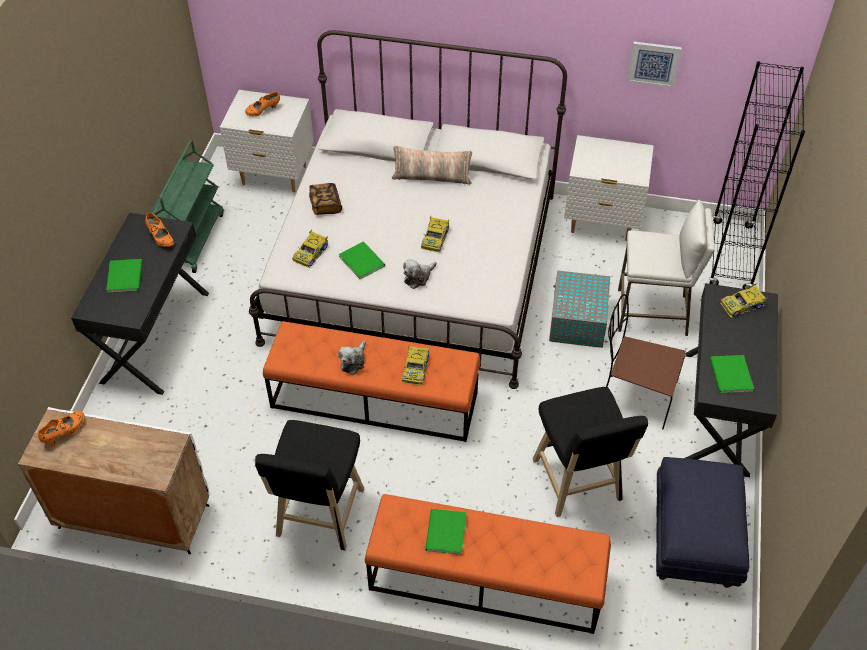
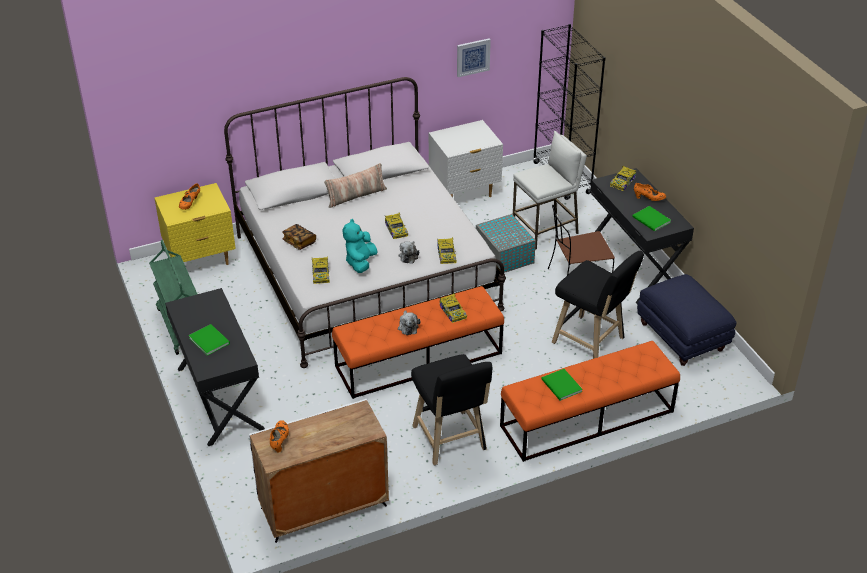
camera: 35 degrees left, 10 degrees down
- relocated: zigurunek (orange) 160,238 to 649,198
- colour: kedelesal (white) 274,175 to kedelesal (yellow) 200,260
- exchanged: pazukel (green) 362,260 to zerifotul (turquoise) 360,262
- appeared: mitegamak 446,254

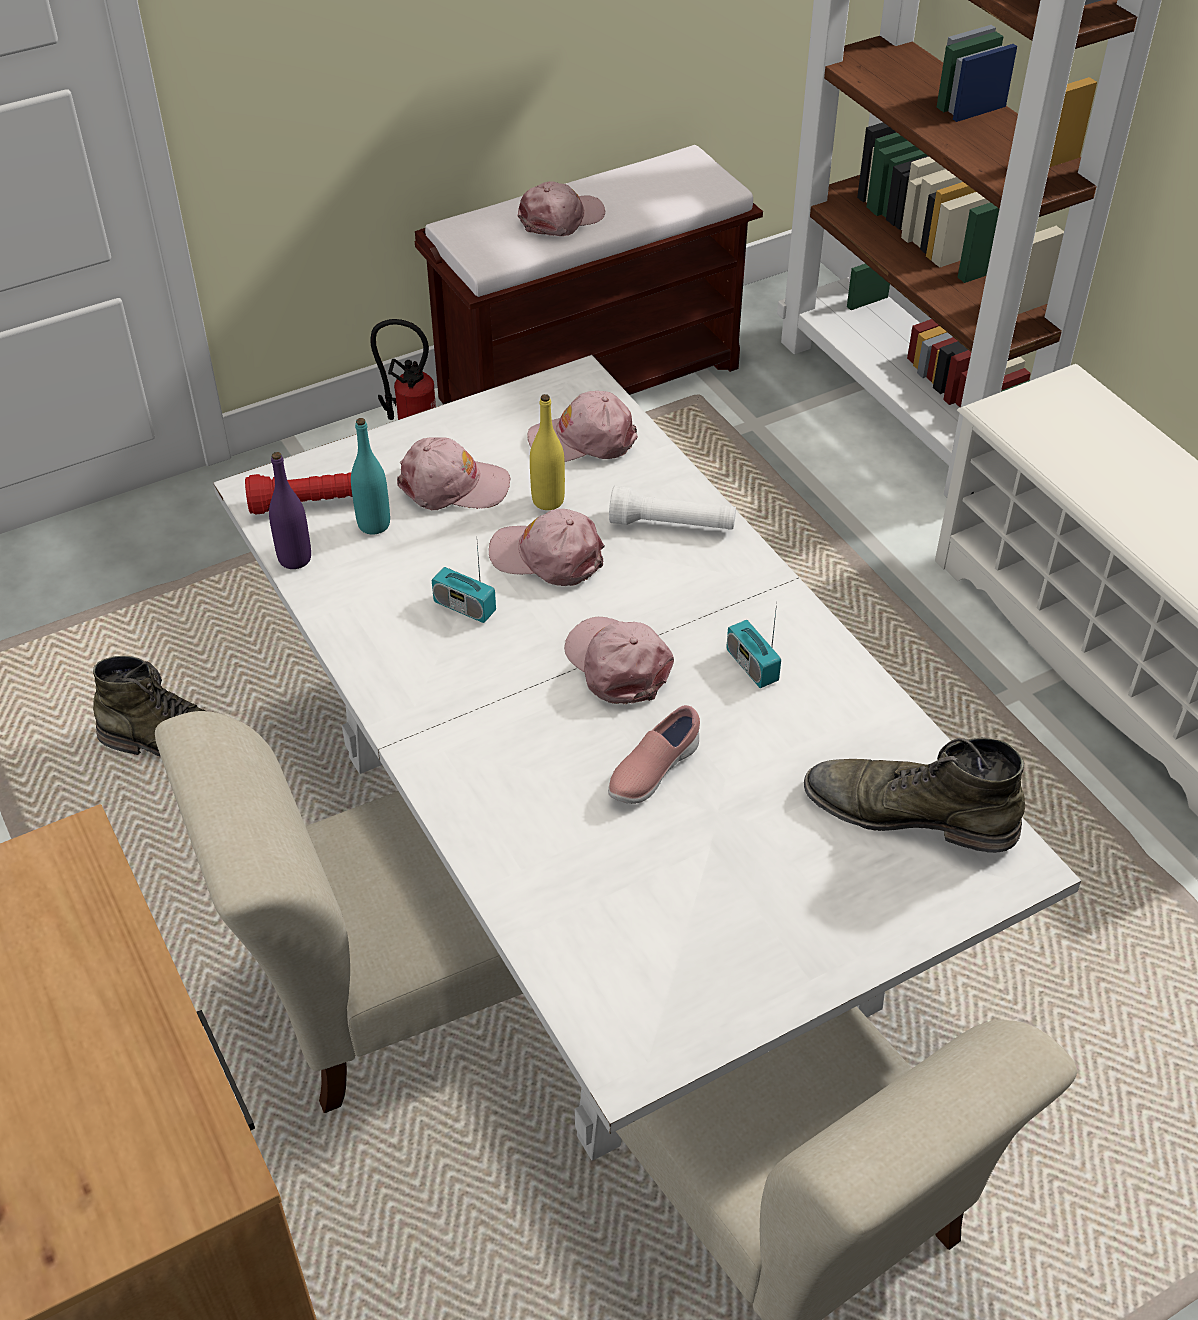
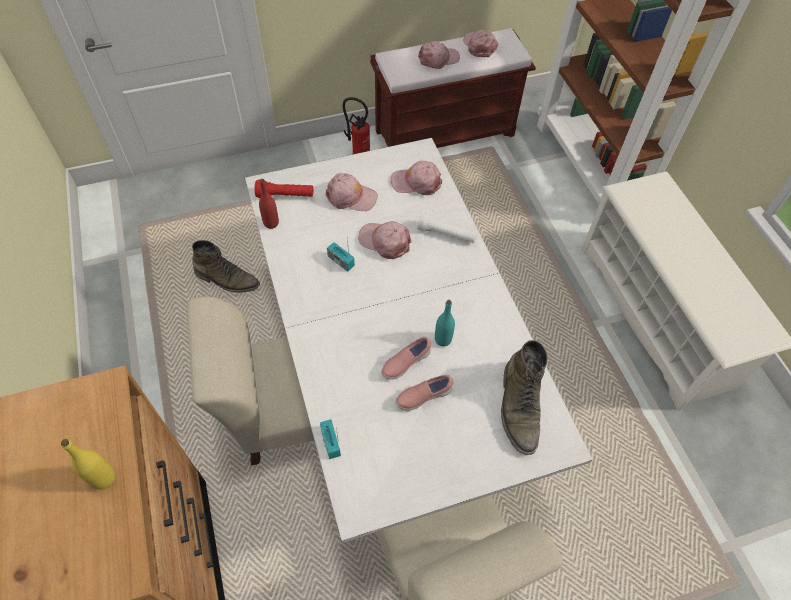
camera: 10 degrees right, 10 degrees up
- colour: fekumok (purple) 295,559 to fekumok (red) 271,223
- relocated: fekumok (turquoise) 374,524 to 443,339
- relocated: fekumok (yellow) 548,501 to 103,478
- relocated: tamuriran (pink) 617,664 to 479,46
- relocated: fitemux 751,666 to 330,442
- spun: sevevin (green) 909,812 = 519,407 120 degrees counterclockwise
- appeared: zigurunek (pink) 423,396

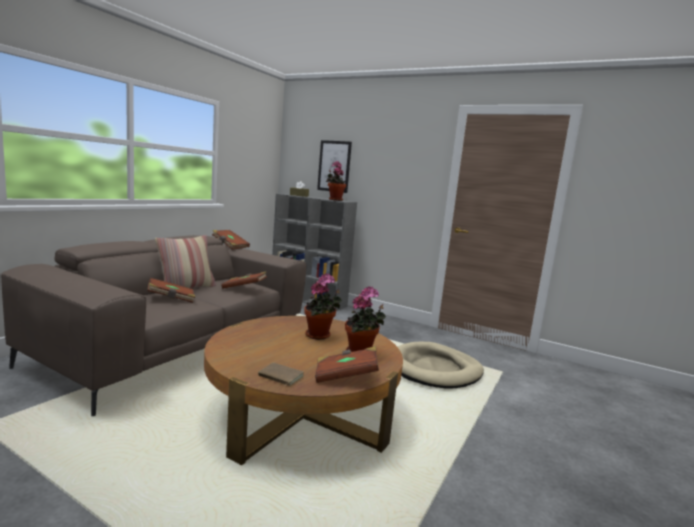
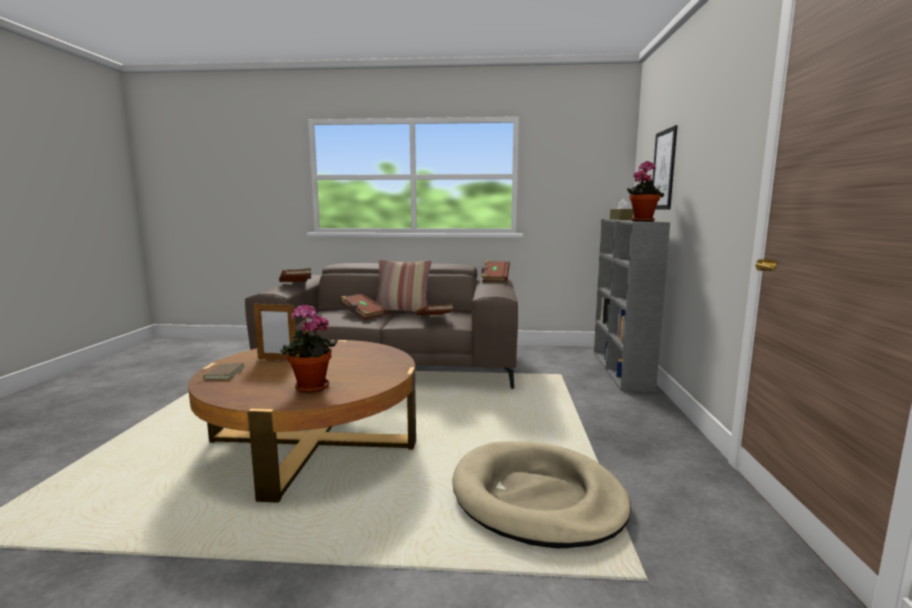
camera: 65 degrees right, 0 degrees up
- missing: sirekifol 320,336
- relocated: pazukel (brown) 345,376 to 296,284
- appeared: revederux 277,359

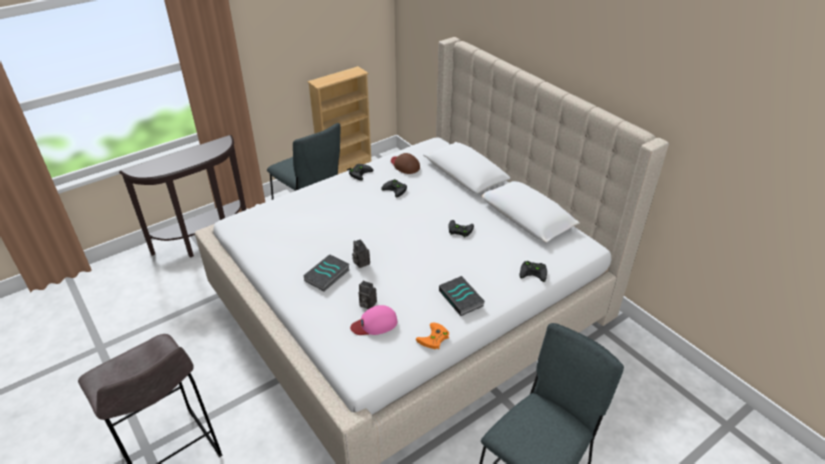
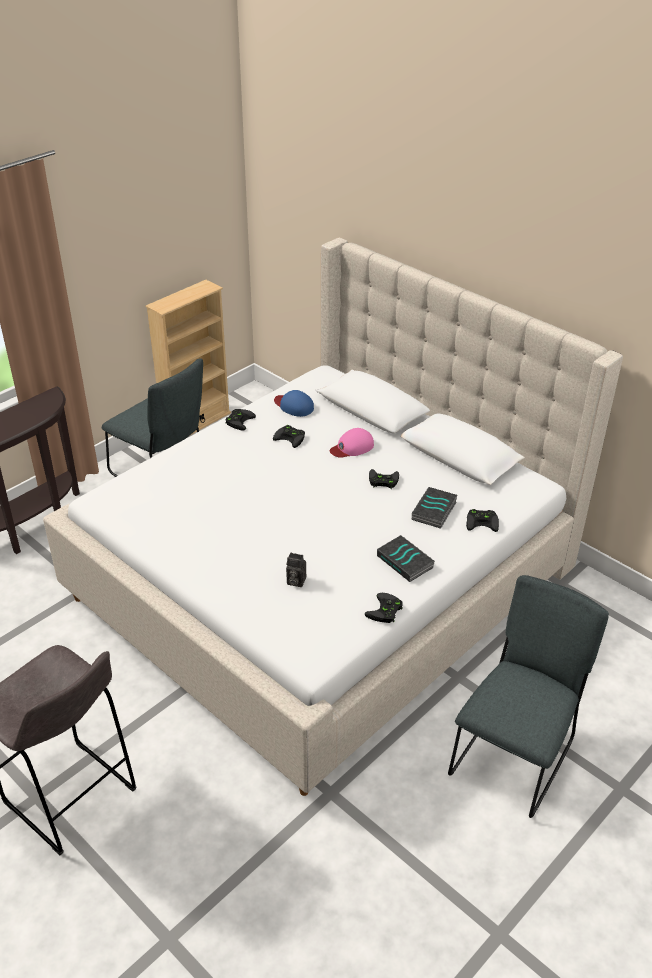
camera: 10 degrees left, 0 degrees up
- relocated: pazukel 327,276 to 435,511
- relocated: tamuriran (pink) 375,324 to 352,447
- missing: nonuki 360,262
- colour: tamuriran (brown) 404,165 to tamuriran (blue) 293,406
- colour: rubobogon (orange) 434,339 to rubobogon (black) 385,611

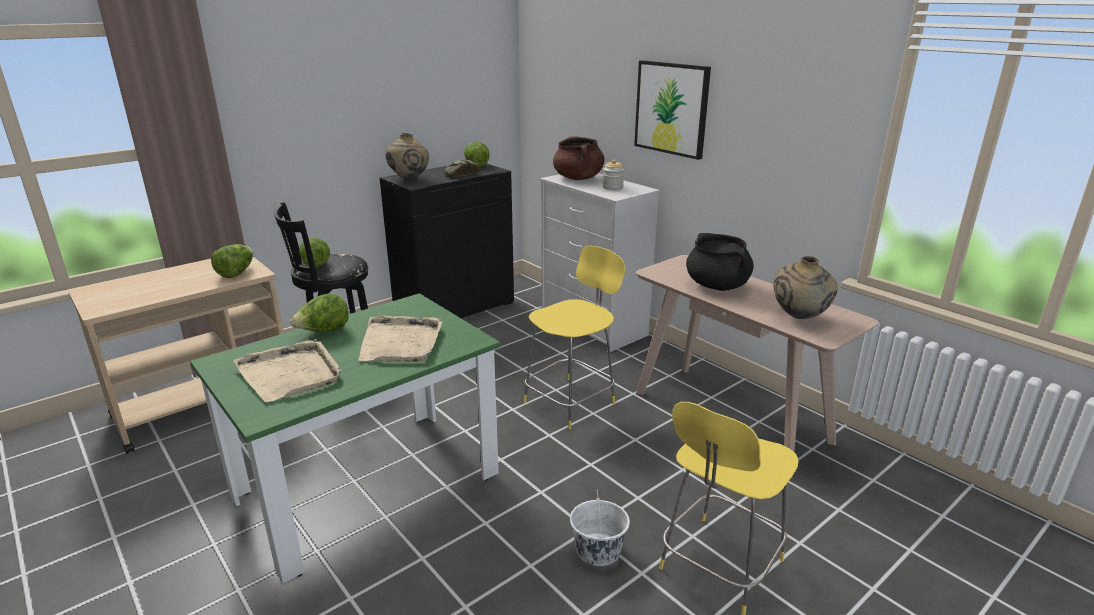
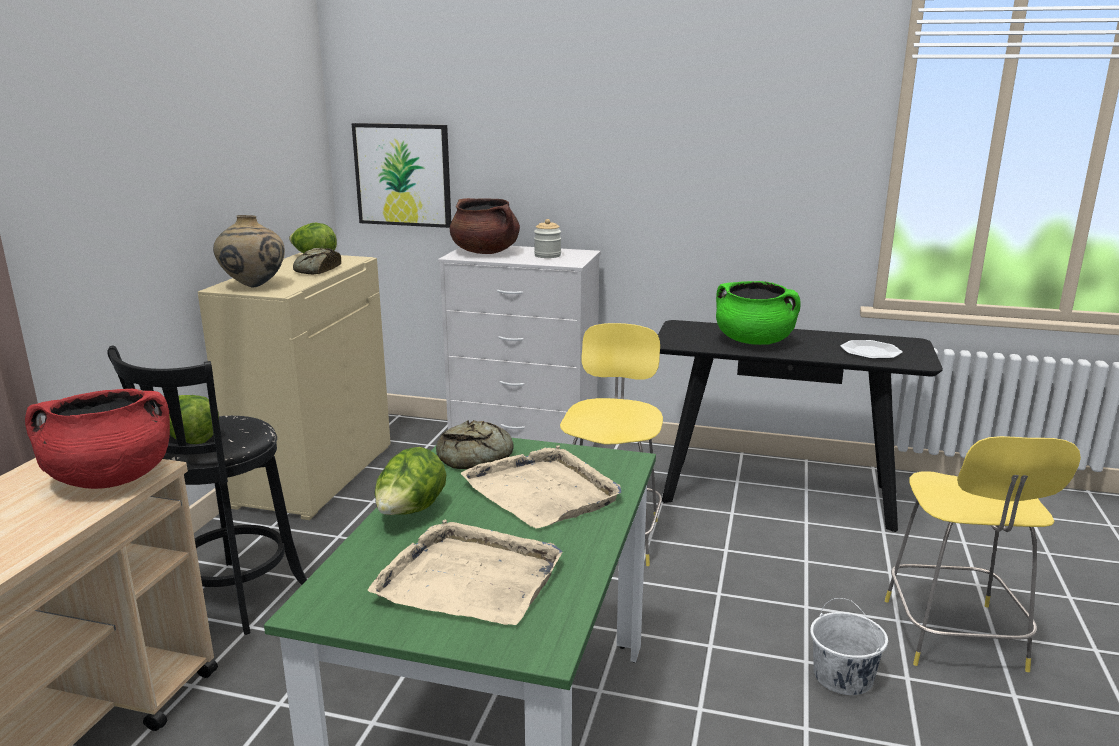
camera: 35 degrees left, 5 degrees down
- exchanged: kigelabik 236,273 to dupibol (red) 111,478
- colour: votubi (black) 454,307 to votubi (beige) 314,475
- relocated: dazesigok 671,108 to 403,175
- colour: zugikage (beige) 730,416 to zugikage (black) 777,493
- colour: dupibol (black) 717,286 to dupibol (green) 754,341
- exchanged: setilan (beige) 799,317 to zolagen 870,351
- appeared: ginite 476,456

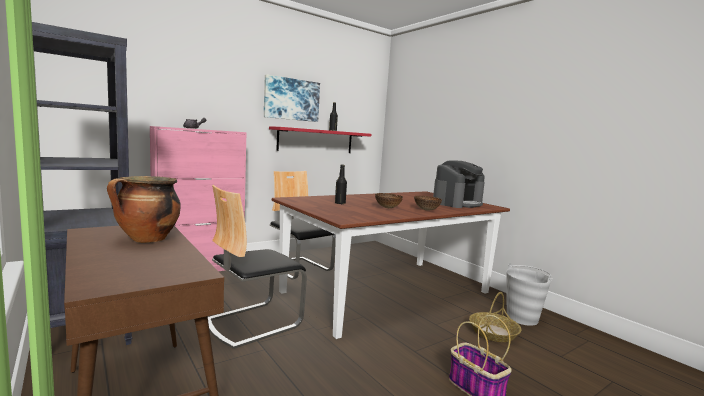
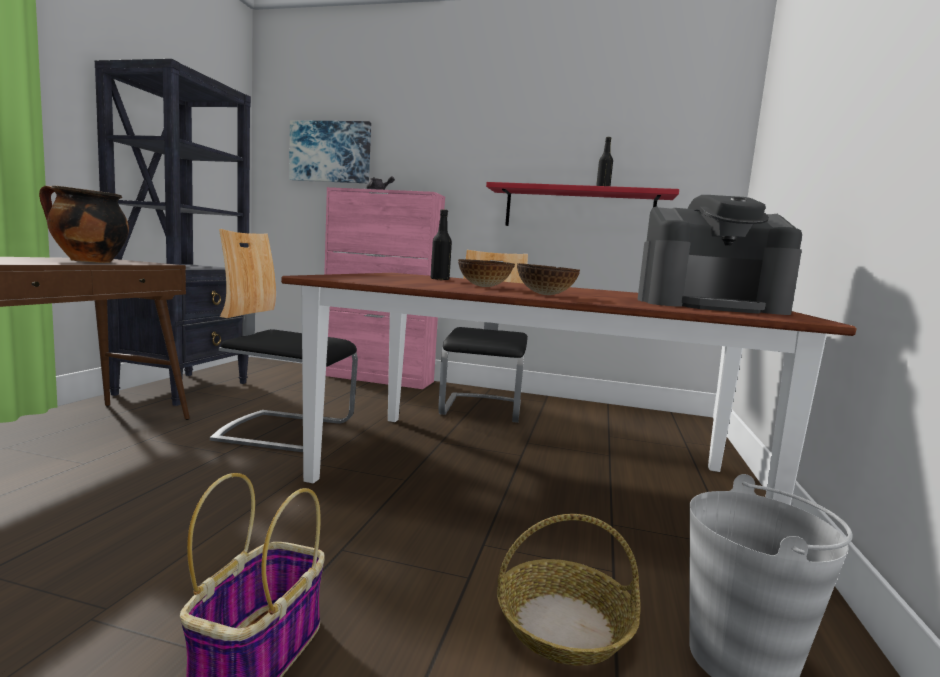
camera: 50 degrees right, 0 degrees up
- relocated: dazesigok 291,99 to 330,152

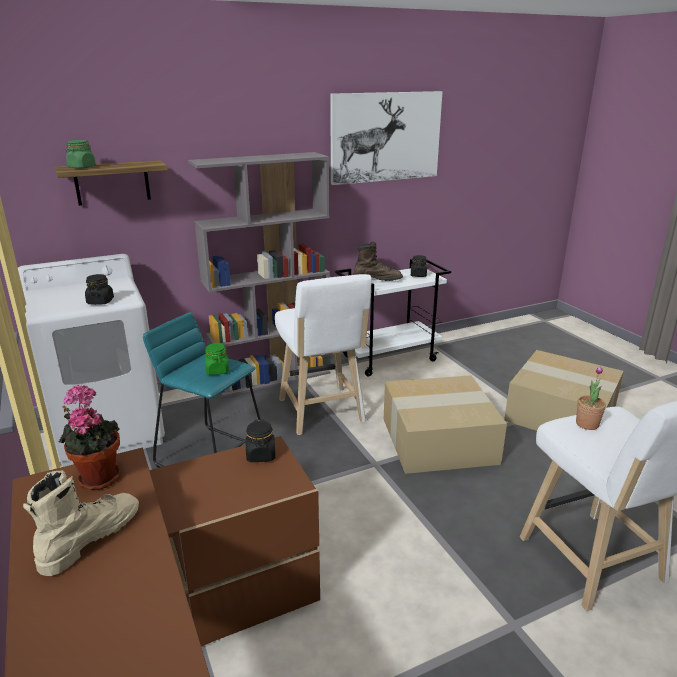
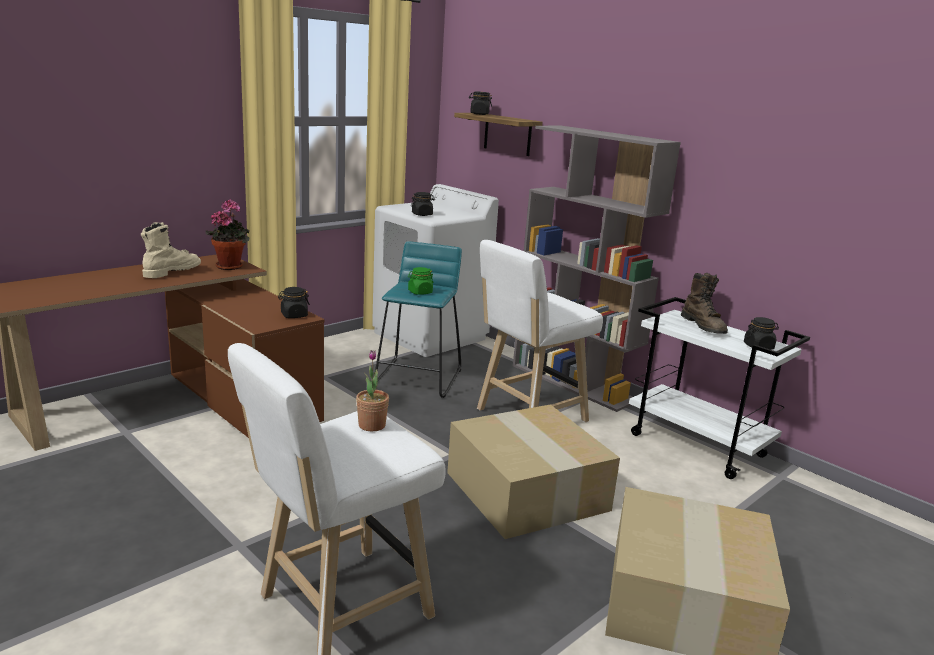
camera: 70 degrees right, 5 degrees down
- spun: sevevin (beige) 90,538 = 171,272 75 degrees counterclockwise
- colour: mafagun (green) 81,167 to mafagun (black) 479,114
- missing: dazesigok 386,137

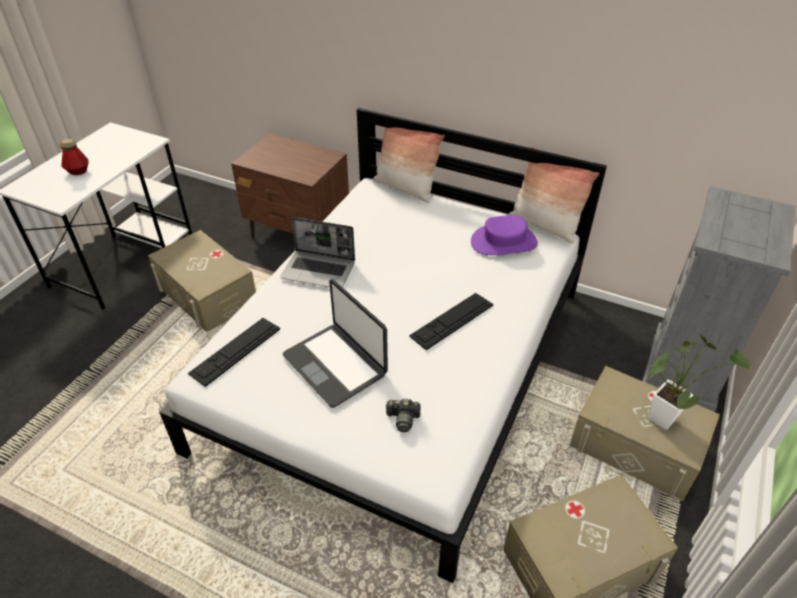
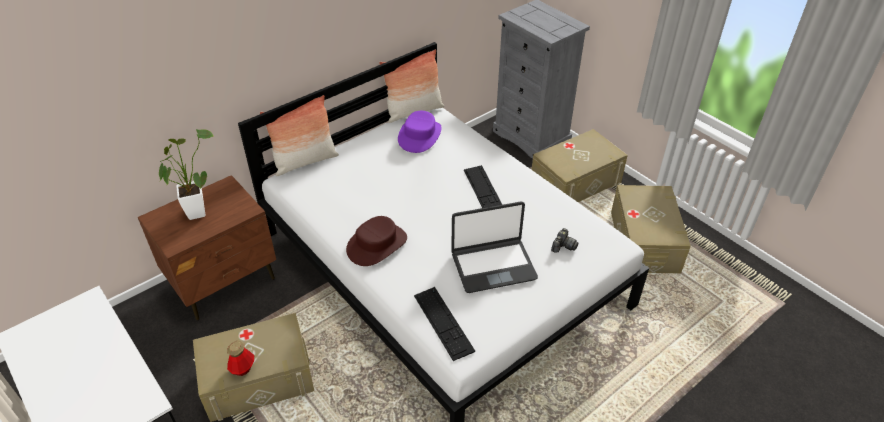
camera: 65 degrees left, 0 degrees up
- relocated: fekumok 78,171 to 243,368
- exchanged: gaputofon 319,270 to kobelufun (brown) 377,244
- relocated: sirekifol 665,416 to 196,210

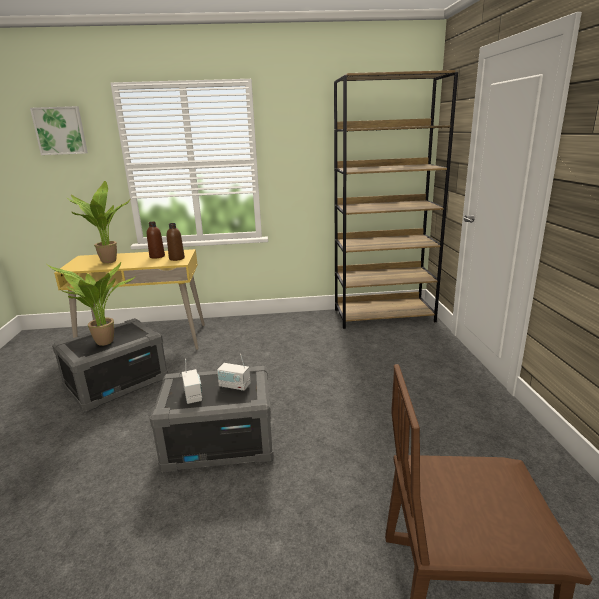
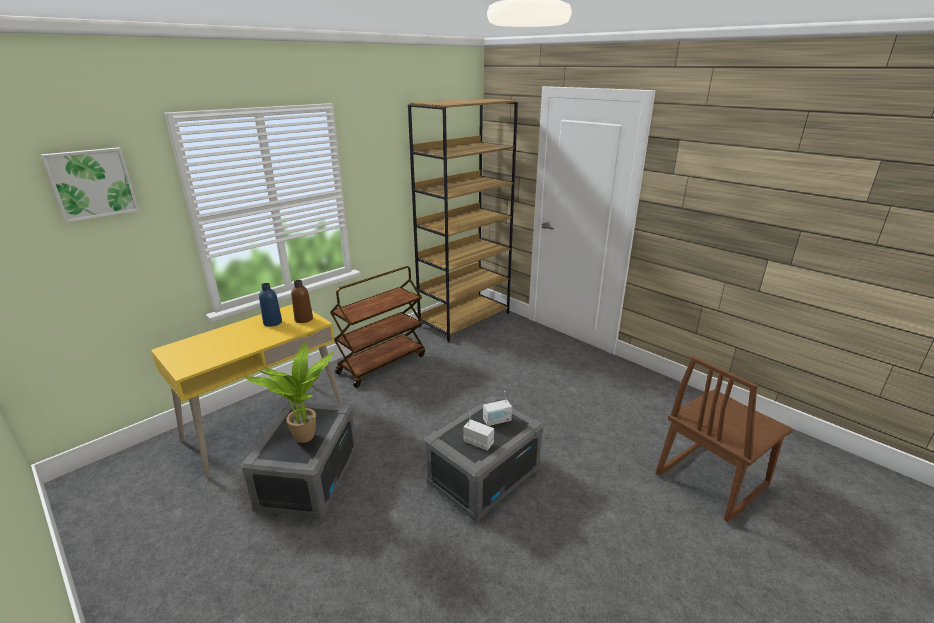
camera: 40 degrees left, 5 degrees up
- missing: sirekifol 106,262
- colour: fekumok (brown) 157,256 to fekumok (blue) 272,322
- appeared: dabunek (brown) 382,363

